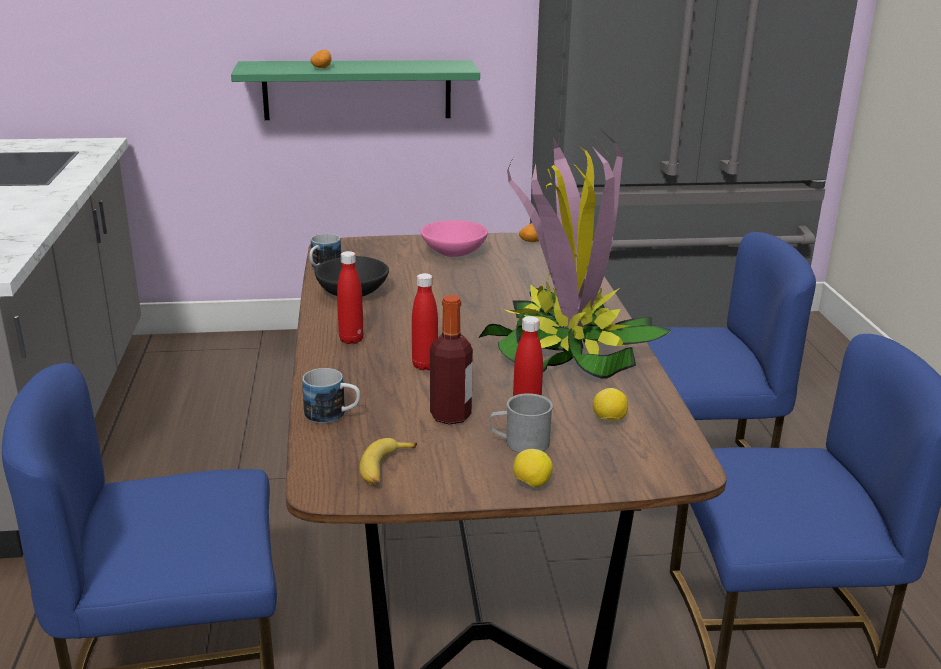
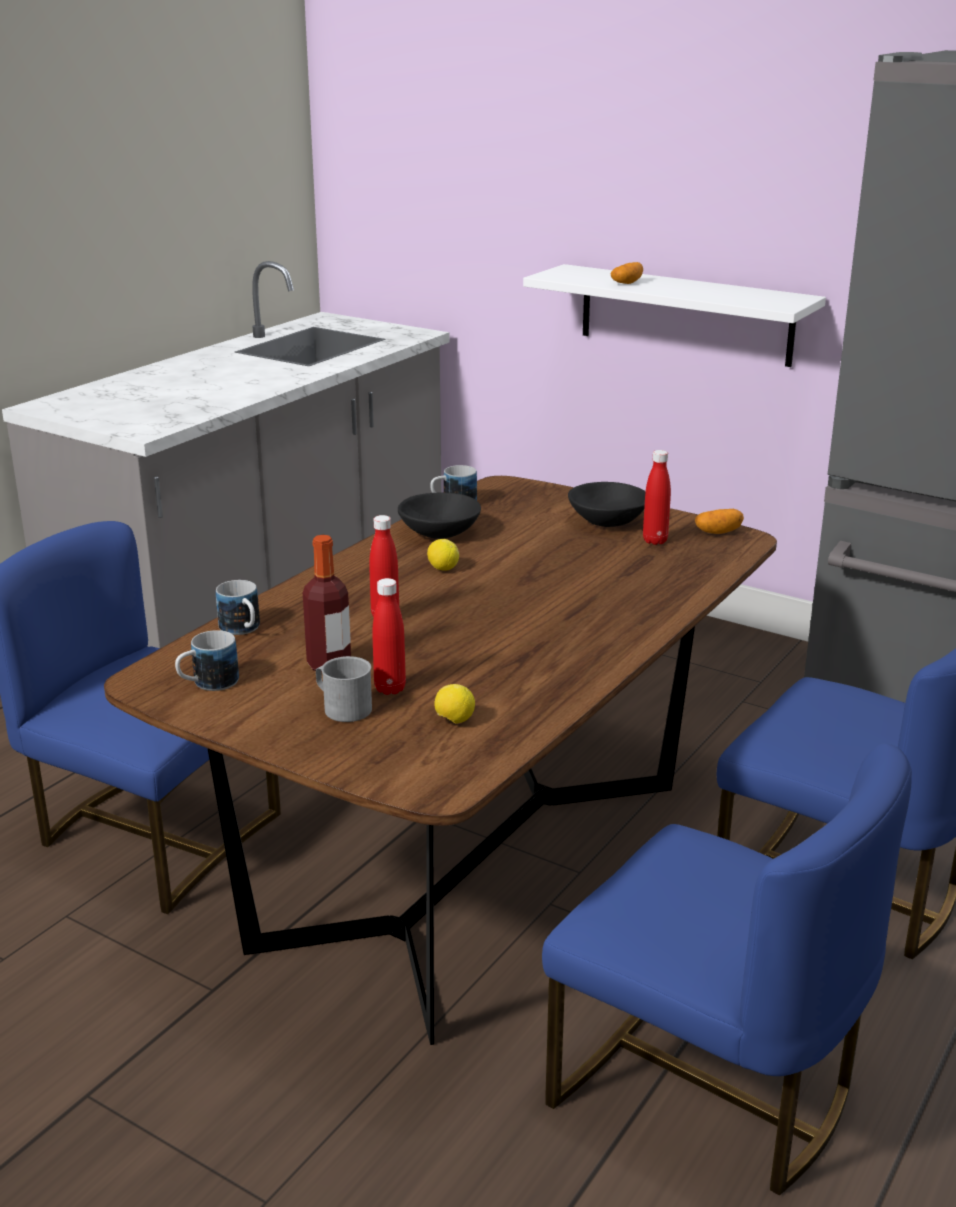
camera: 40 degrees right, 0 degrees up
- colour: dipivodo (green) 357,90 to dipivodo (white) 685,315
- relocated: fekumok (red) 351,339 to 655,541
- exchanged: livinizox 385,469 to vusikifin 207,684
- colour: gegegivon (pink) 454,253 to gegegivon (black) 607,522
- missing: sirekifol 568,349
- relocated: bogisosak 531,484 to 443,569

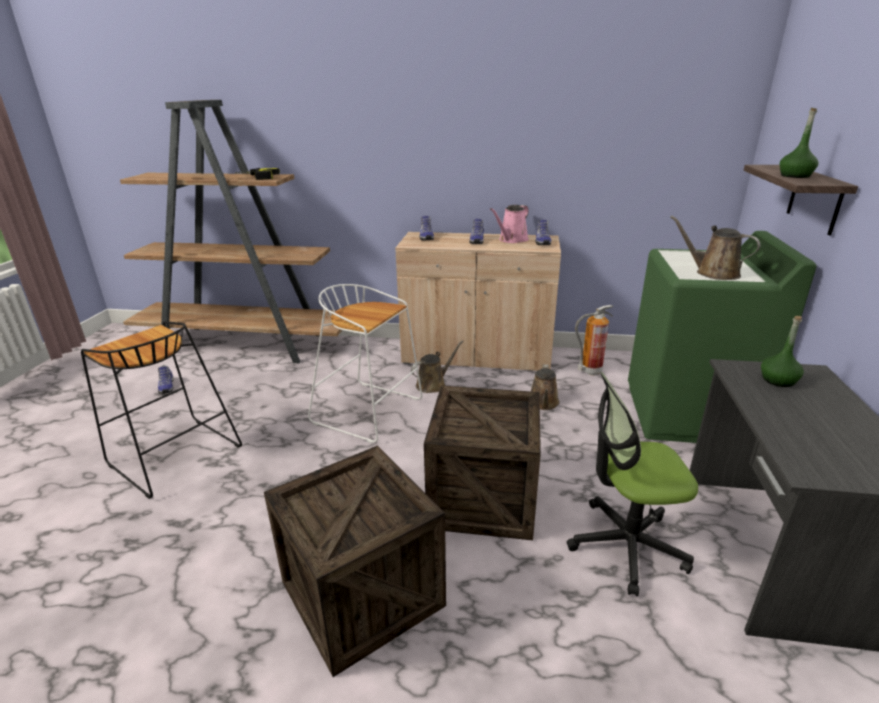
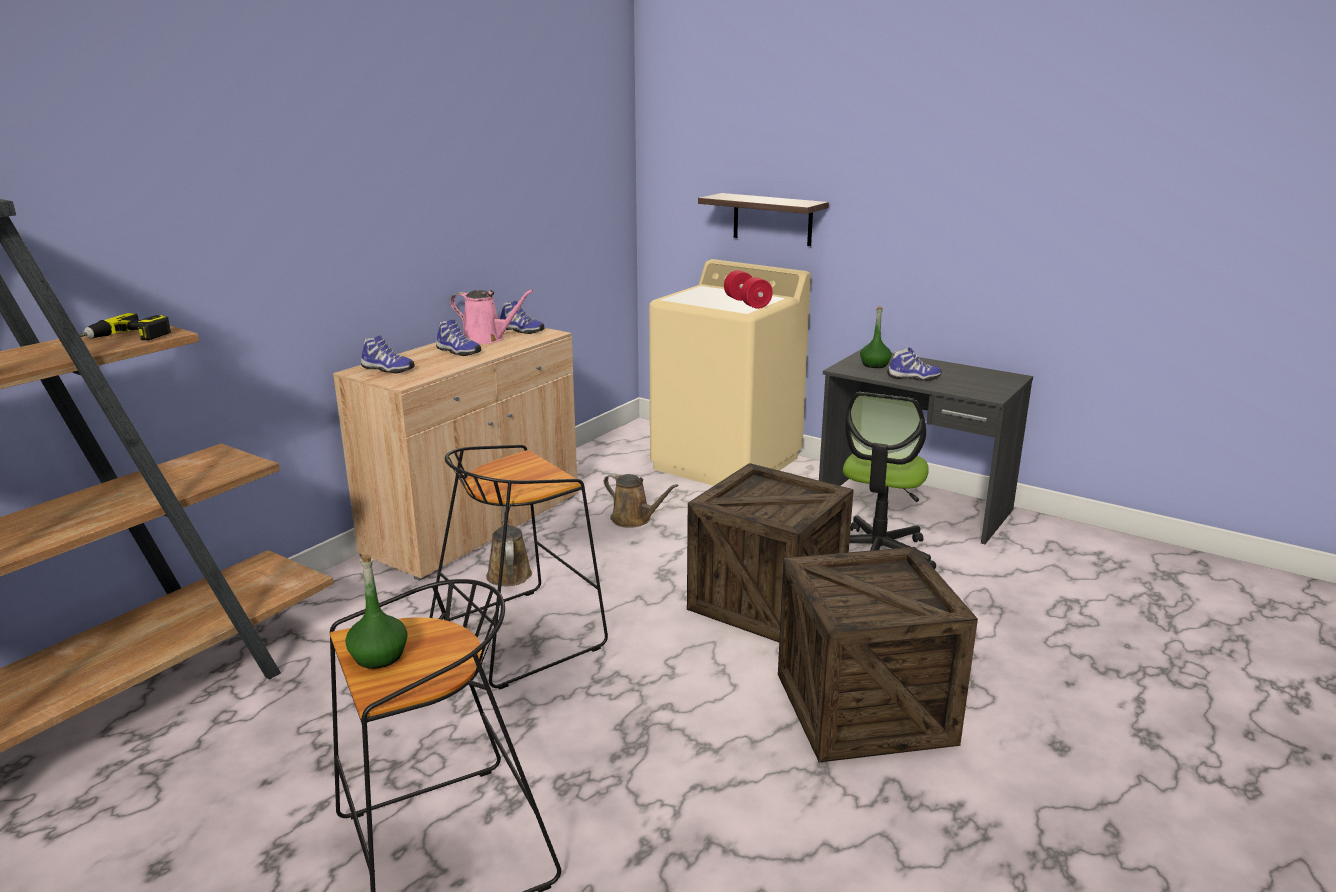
camera: 65 degrees left, 5 degrees down
- relocated: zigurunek 166,387 to 913,378
- colour: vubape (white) 370,411 to vubape (black) 520,634
- spun: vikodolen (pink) 511,240 = 486,339 45 degrees counterclockwise
- missing: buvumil 590,371
- colour: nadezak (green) 687,414 to nadezak (beige) 727,463
- exchanged: vikodolen (brown) 713,273 to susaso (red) 747,303
- relocated: fekumok (green) 795,176 to 379,656

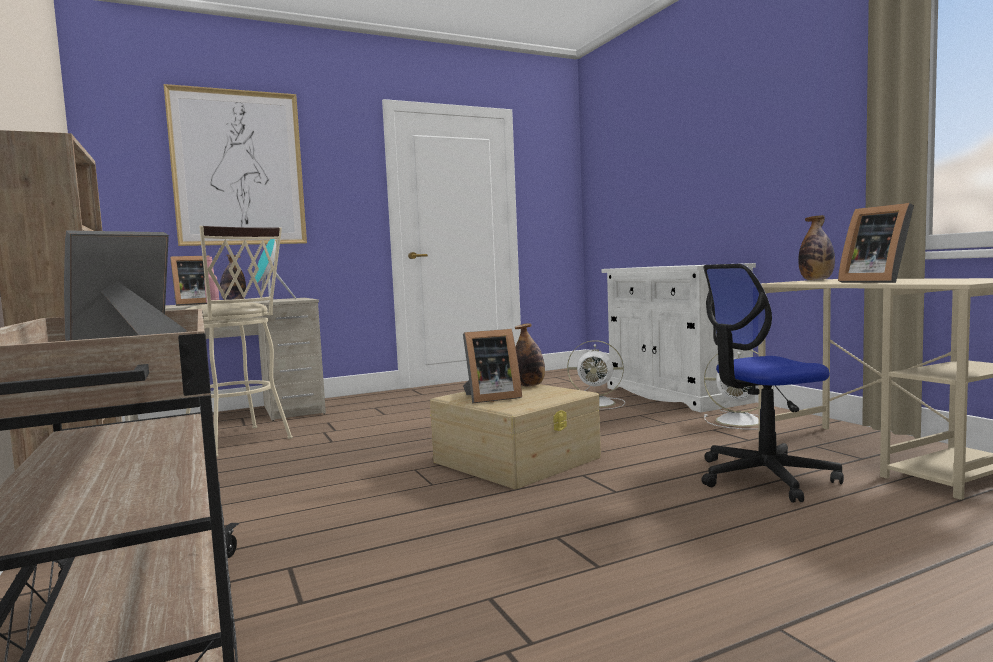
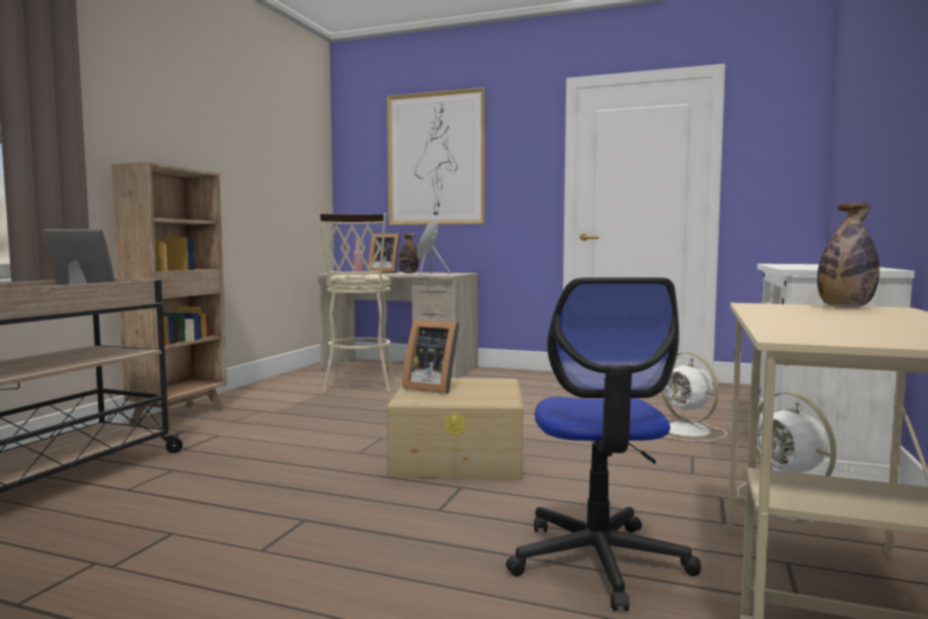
camera: 45 degrees right, 0 degrees up
- missing: fekumok 530,385
- spun: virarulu 764,477 = 598,561 120 degrees counterclockwise
- missing: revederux 876,282

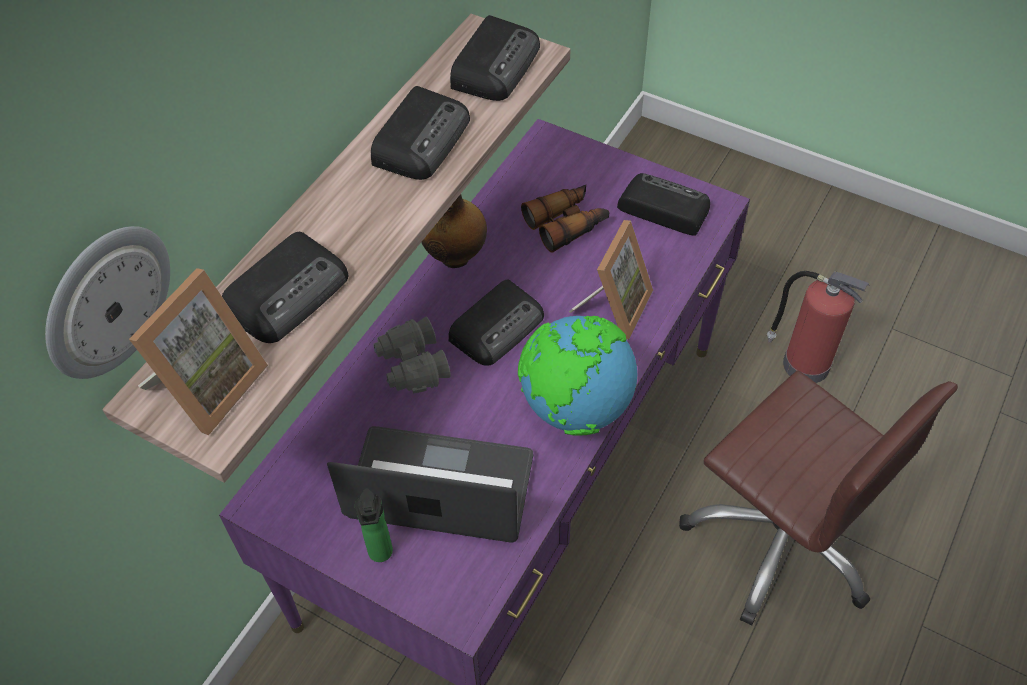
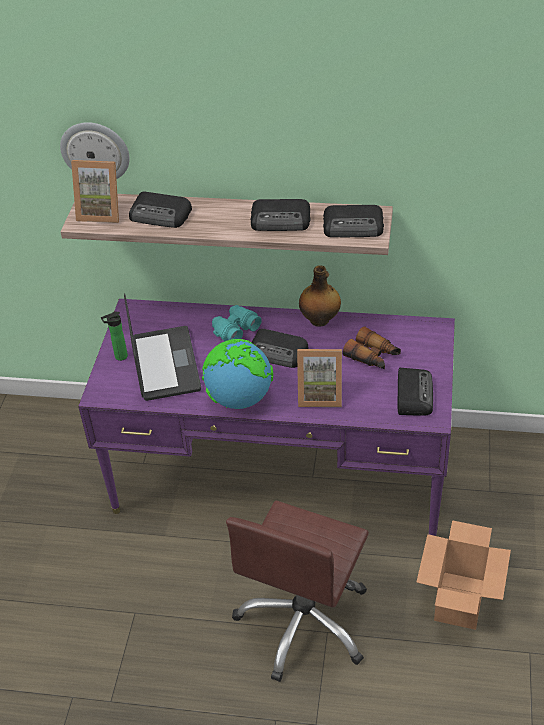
camera: 70 degrees right, 10 degrees down
- colour: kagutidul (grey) 412,365 to kagutidul (turquoise) 235,329
- exchanged: buvumil 803,363 to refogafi 459,601

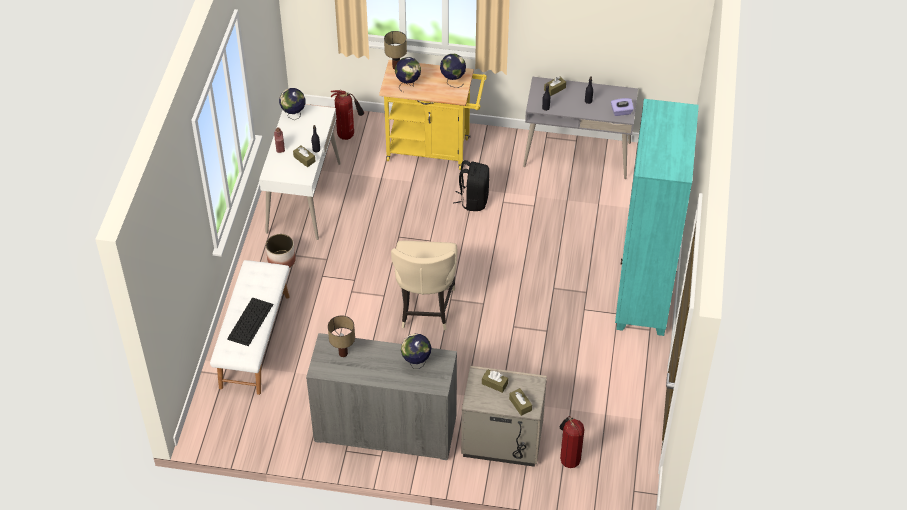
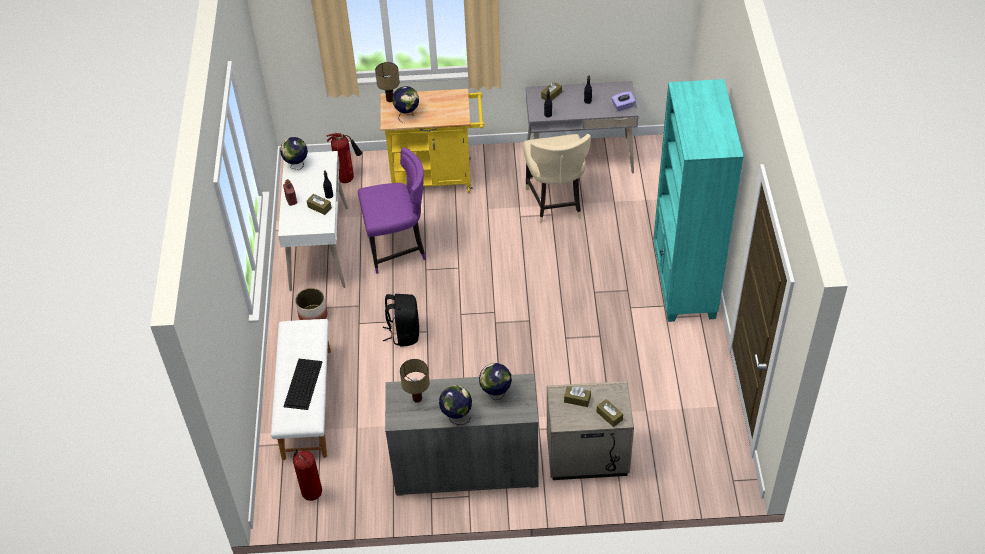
camera: 10 degrees left, 0 degrees up
- relocated: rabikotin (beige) 425,309 to 555,203
- relocated: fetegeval 452,81 to 456,416
- relocated: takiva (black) 473,200 to 404,333
- relocated: buvumil 568,460 to 310,492
- appeared: rabikotin (purple) 398,249

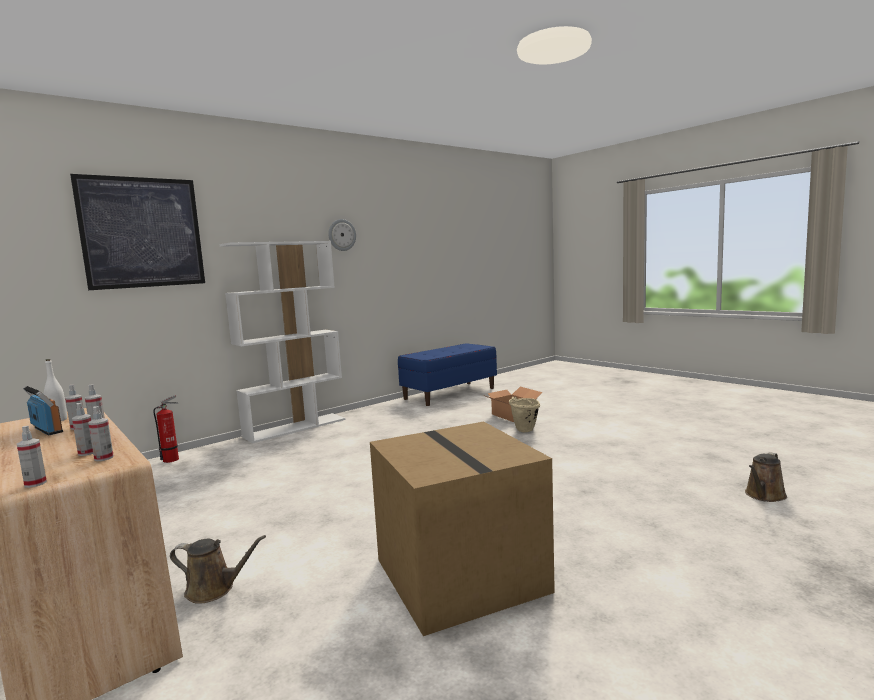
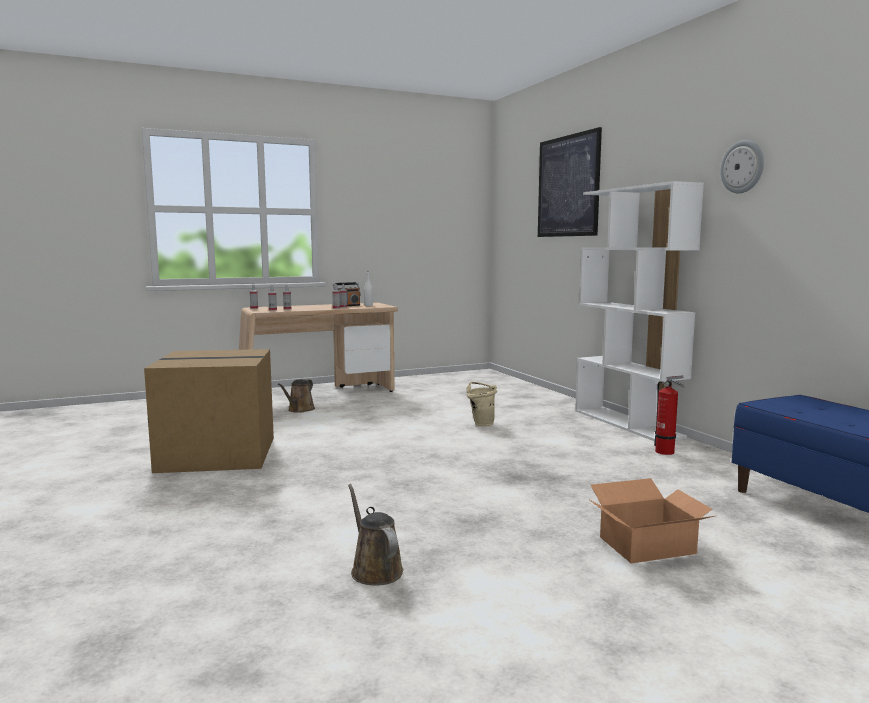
camera: 105 degrees right, 0 degrees up
- relocated: buvumil 173,459 to 666,452
- relocated: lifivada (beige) 523,431 to 481,424
- relocated: vikodolen (brown) 764,496 to 374,569

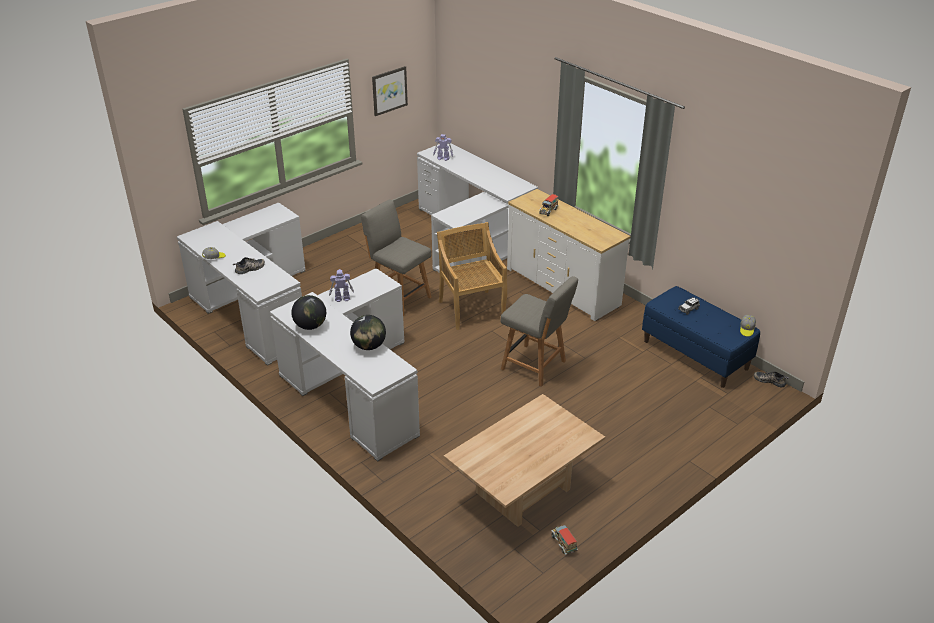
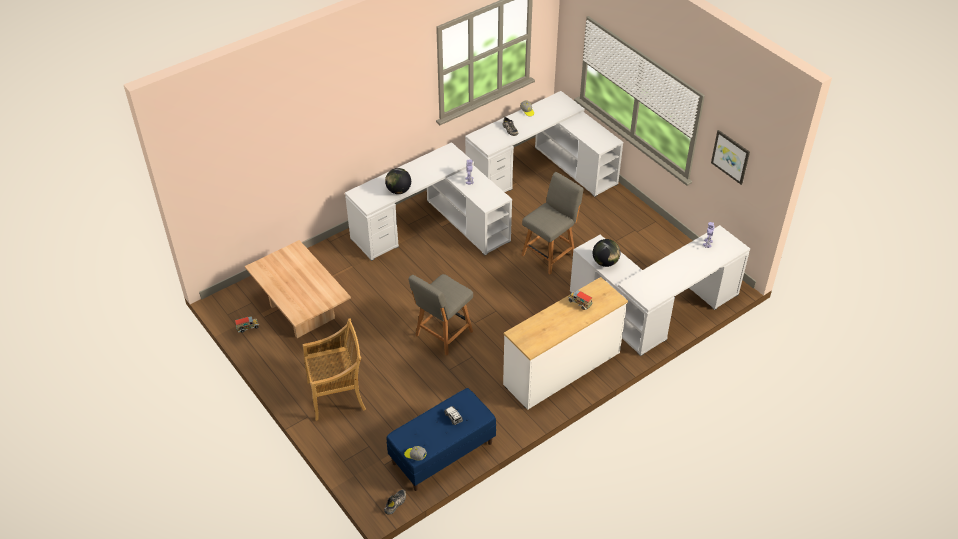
camera: 95 degrees right, 10 degrees up
- relocated: fetegeval 310,326 to 605,262
- relocated: rabikotin (beige) 471,309 to 337,395

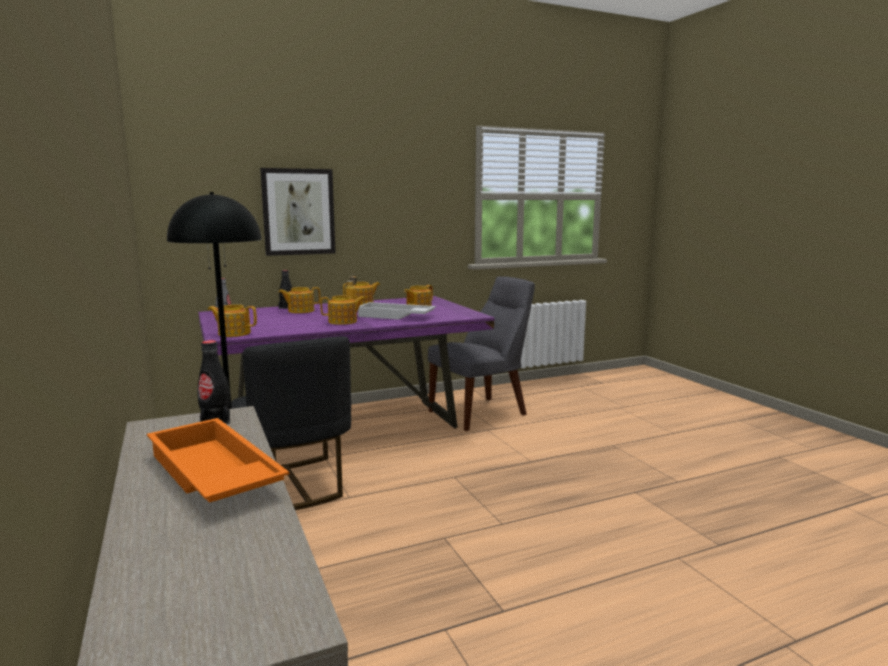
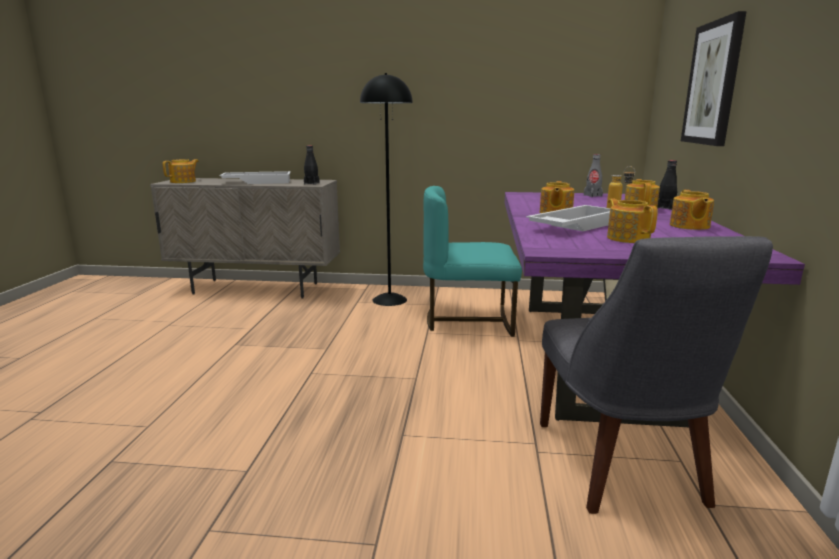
camera: 120 degrees right, 5 degrees up
- colour: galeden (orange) 211,475 to galeden (white) 258,182
- relocated: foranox 234,333 to 183,181
- colour: rabikotin (black) 295,485 to rabikotin (turquoise) 468,320

